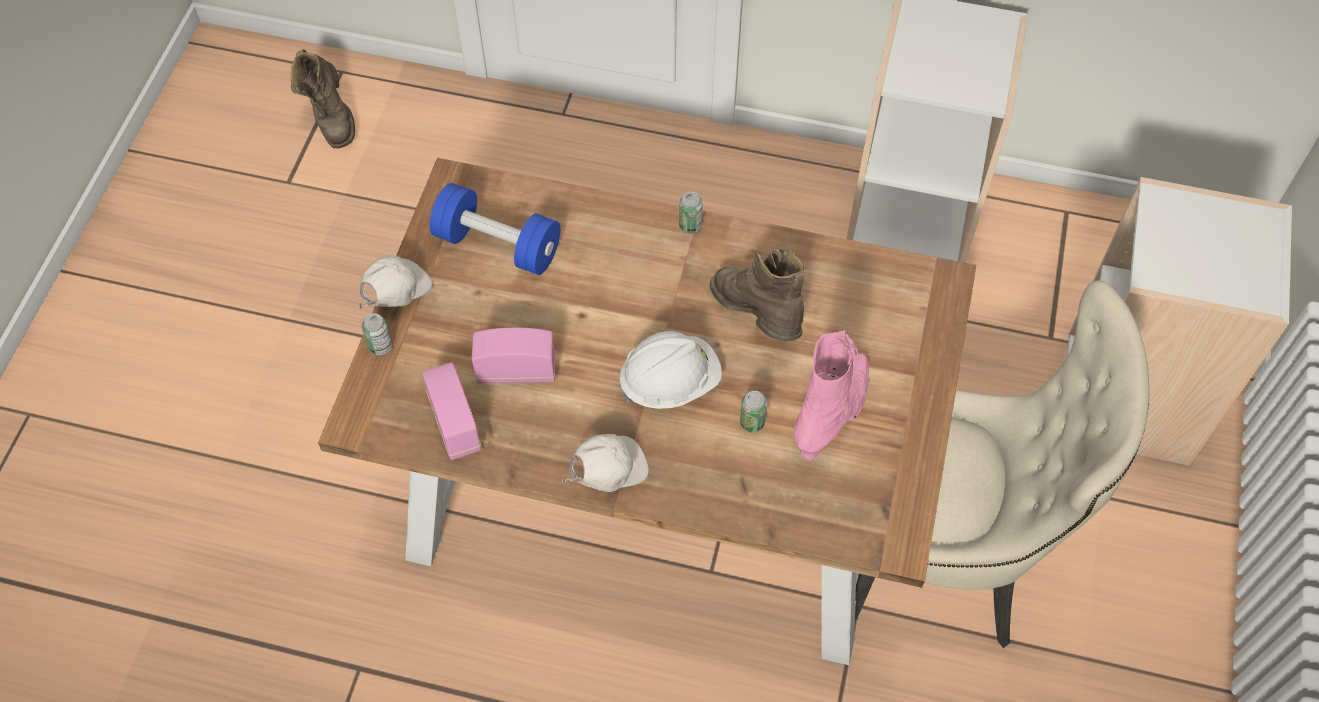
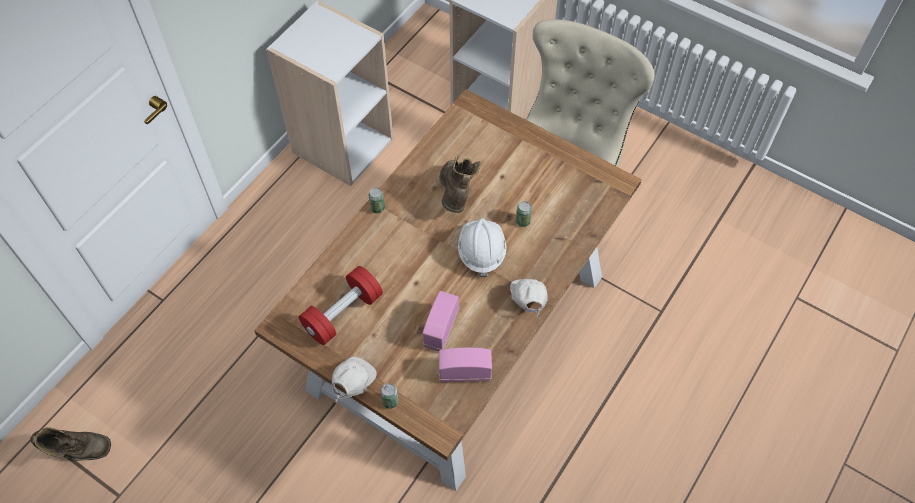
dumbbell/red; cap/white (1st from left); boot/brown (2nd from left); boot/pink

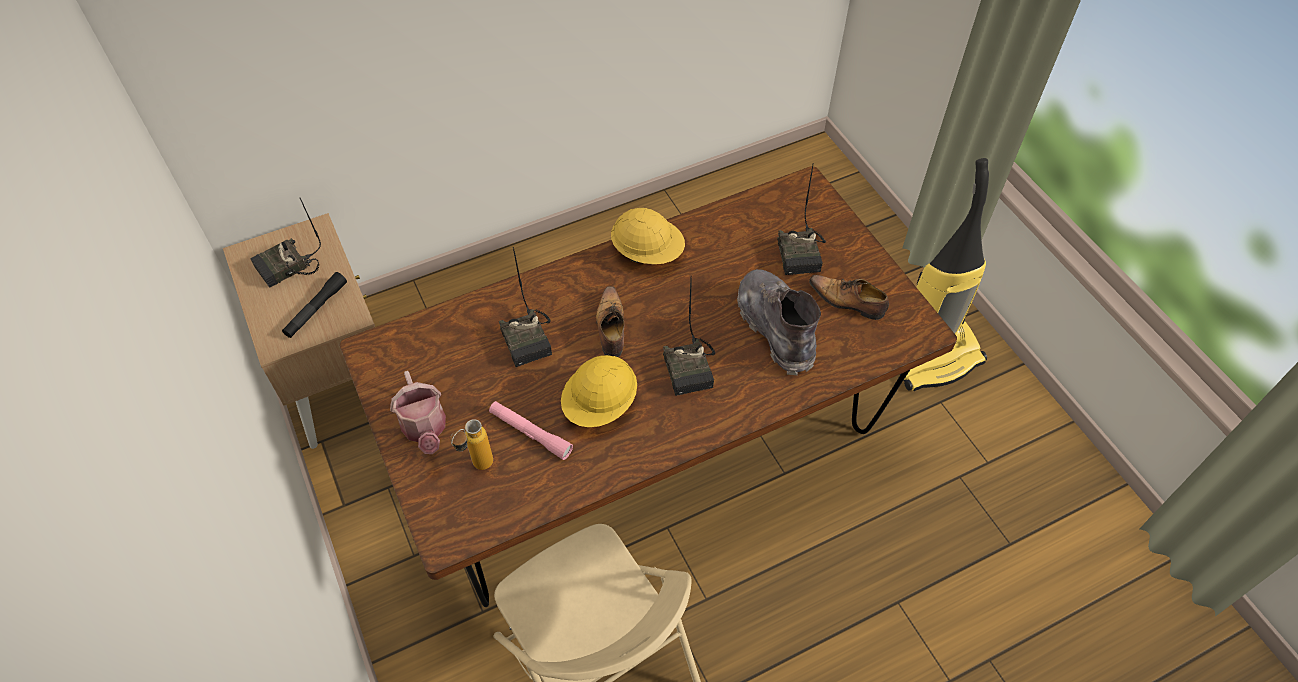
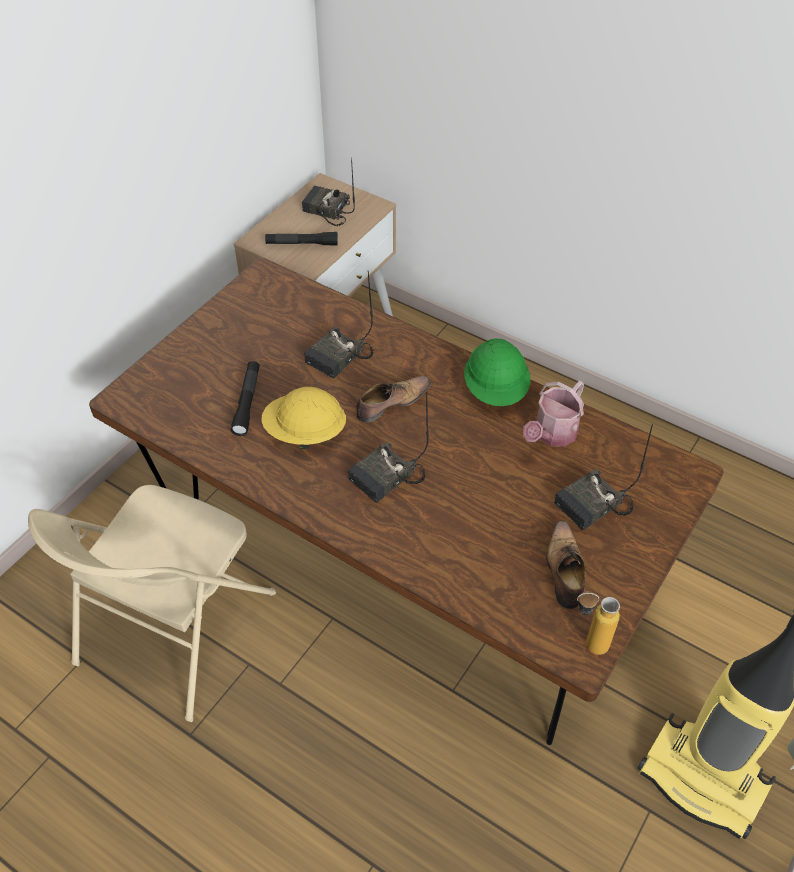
flashlight/black (1st from left); hard hat/green; watering can; bottle; boot/grey

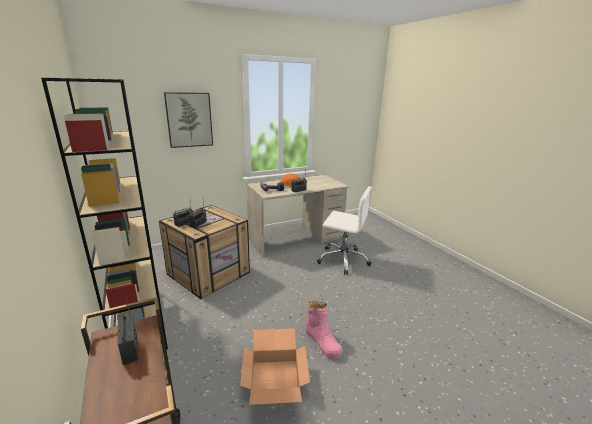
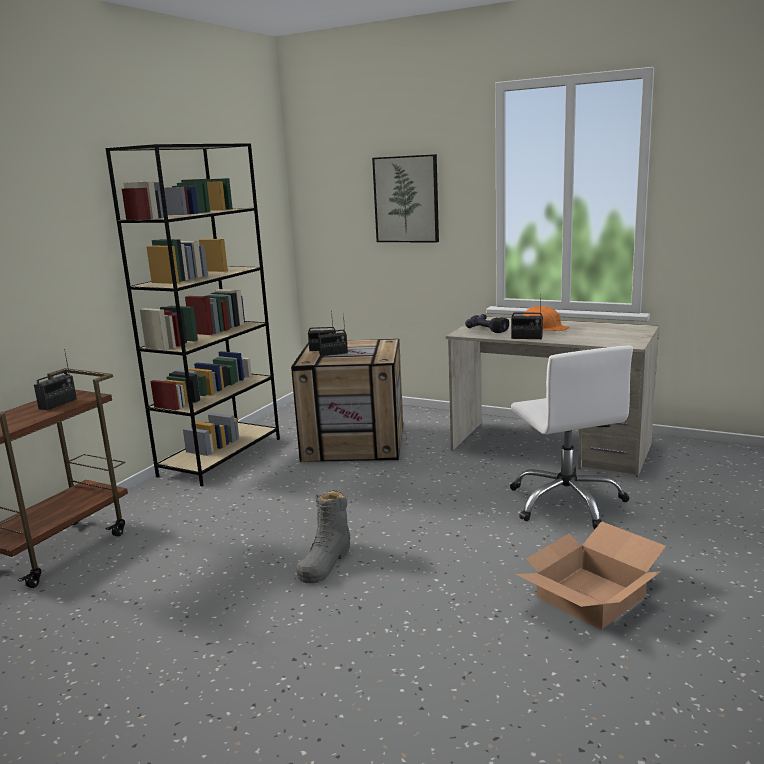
boot/grey; cardboard box

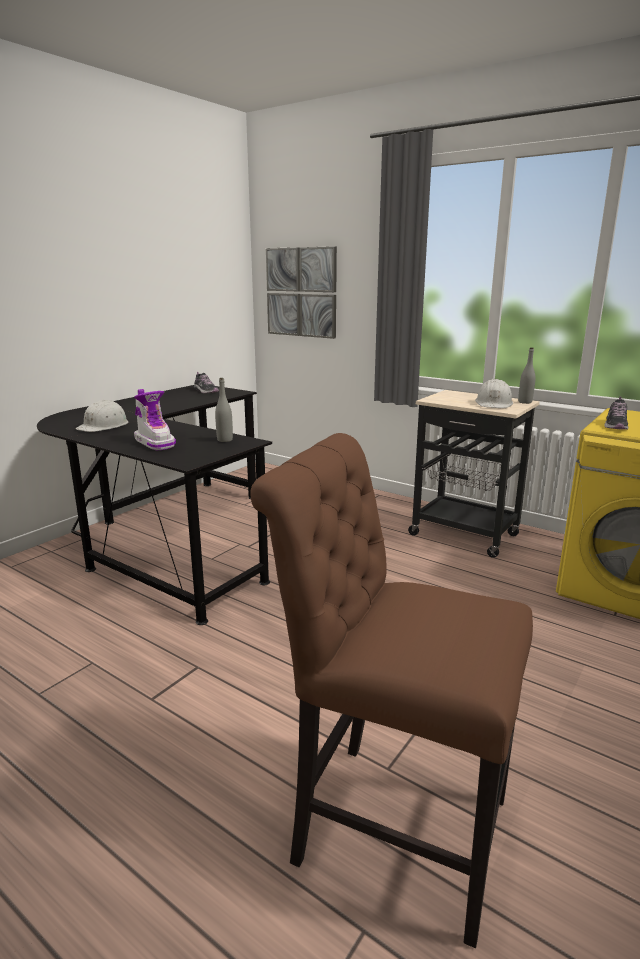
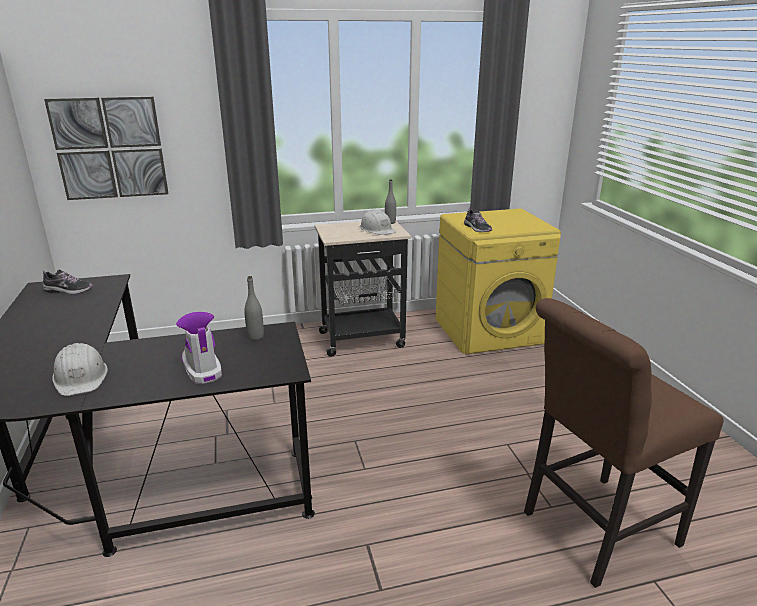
boot

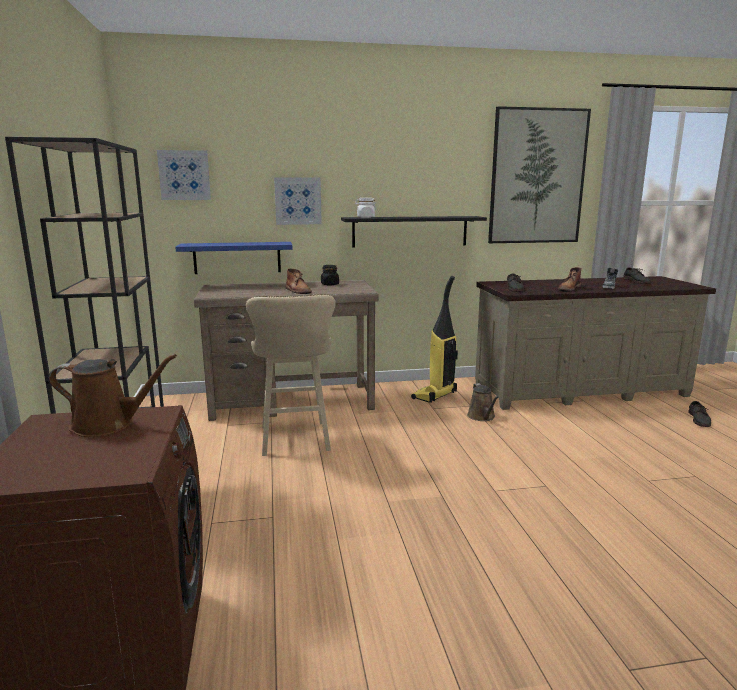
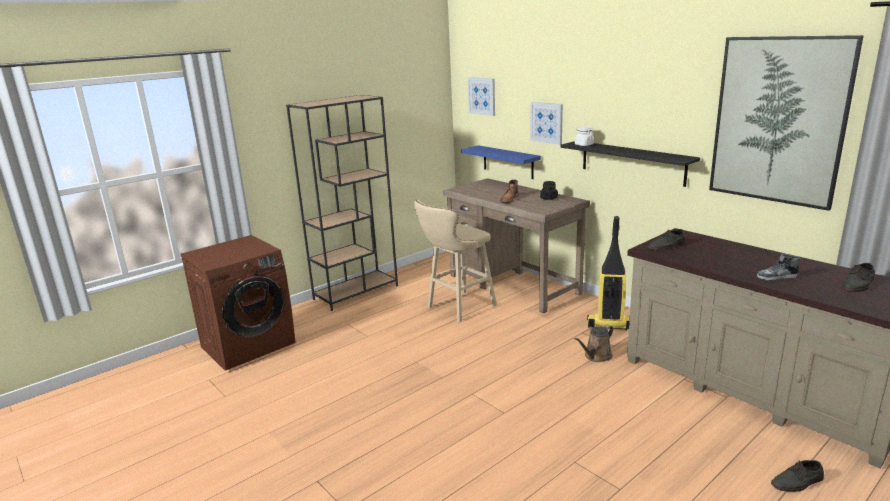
watering can/brown (1st from left in the first image); boot/brown (2nd from left in the first image)

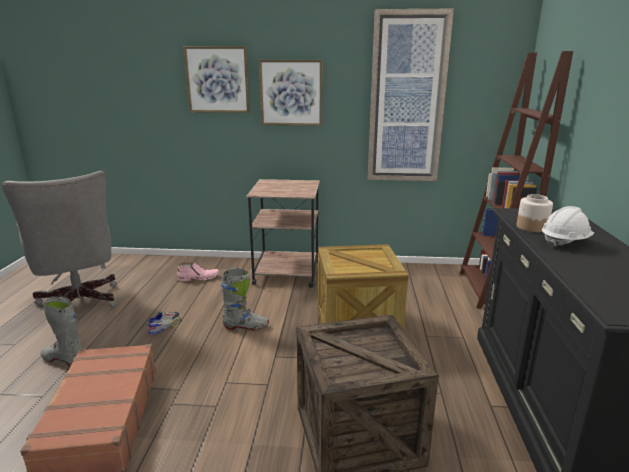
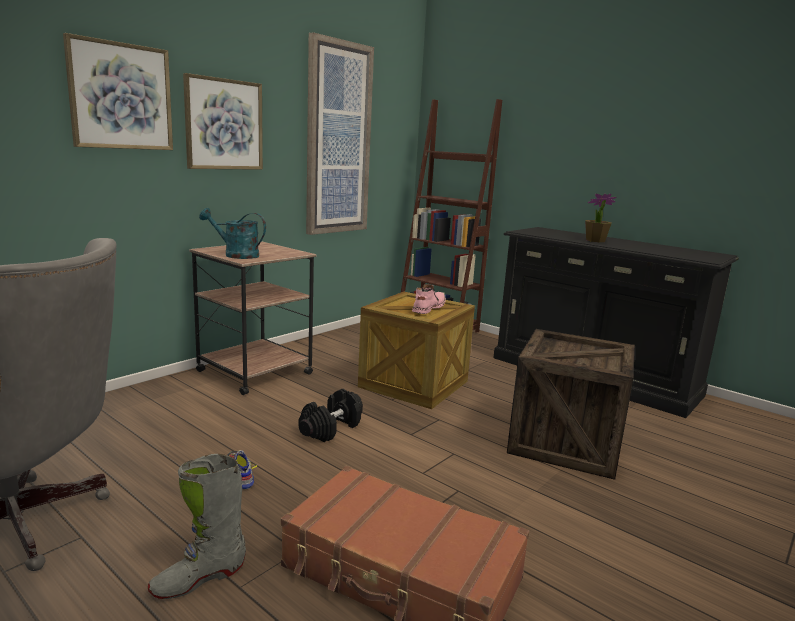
watering can/turquoise; dumbbell/black; boot/pink; potted plant; jar

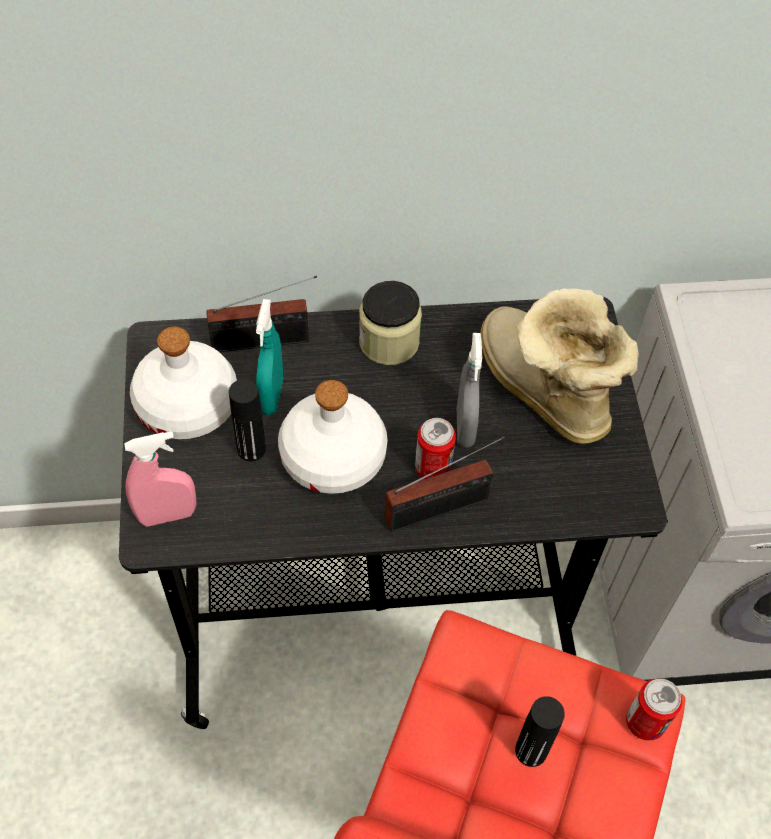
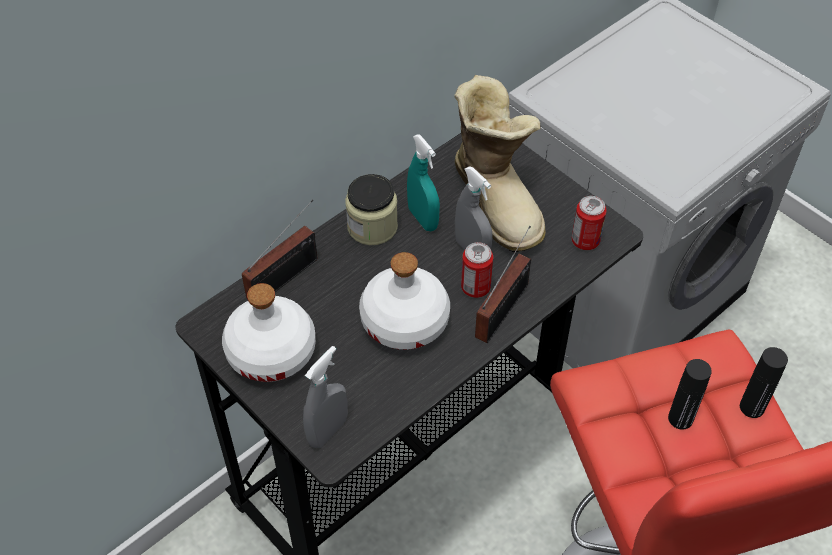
spray bottle/grey (1st from left); spray bottle/turquoise; boot; can (2nd from left); bottle/black (2nd from left)

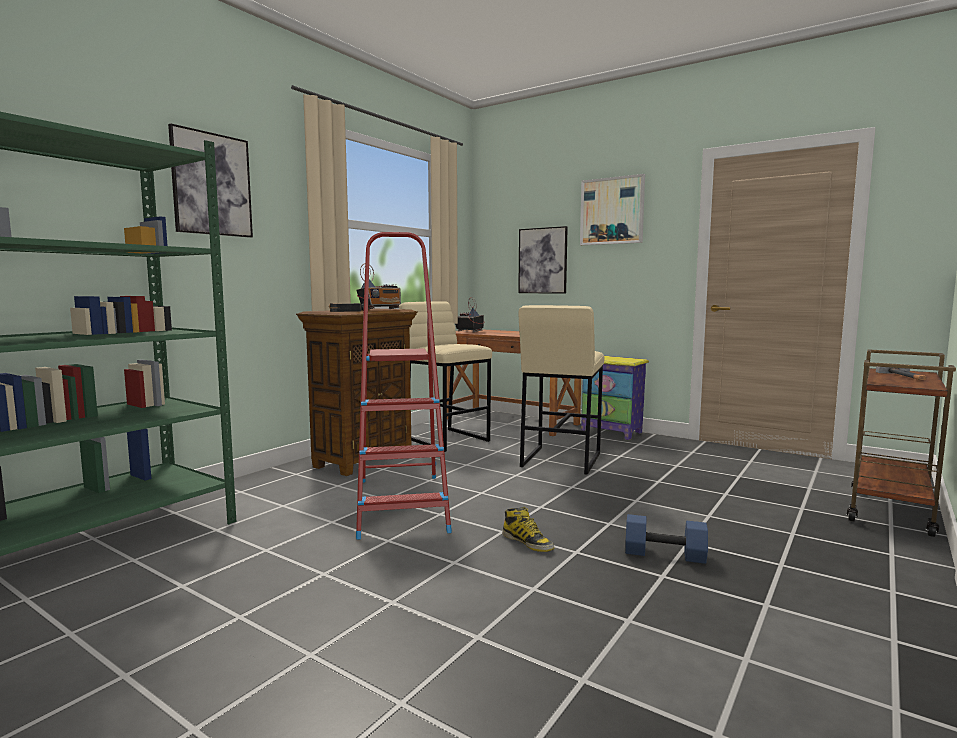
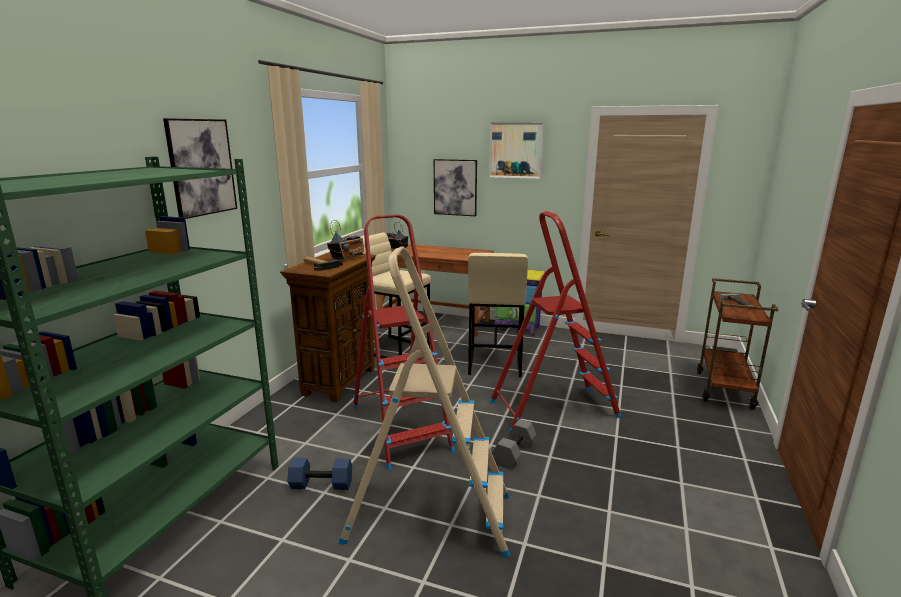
dumbbell/blue; step ladder/beige; step ladder/red (2nd from left); dumbbell/grey

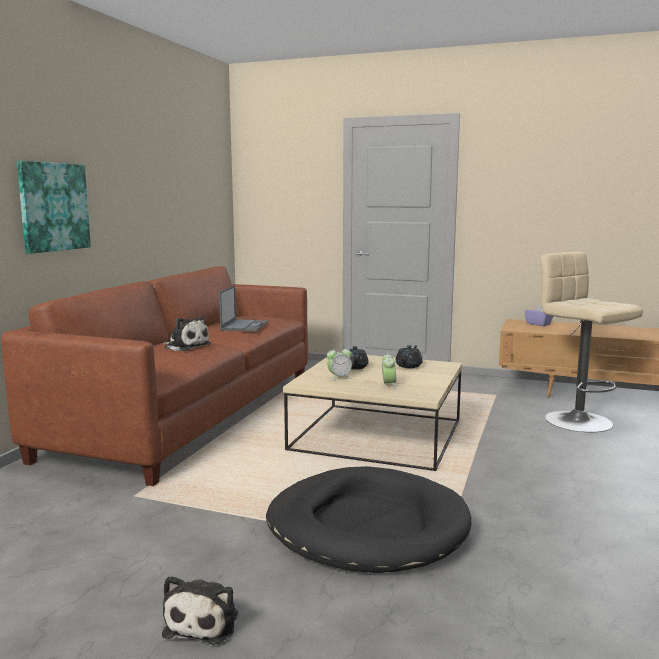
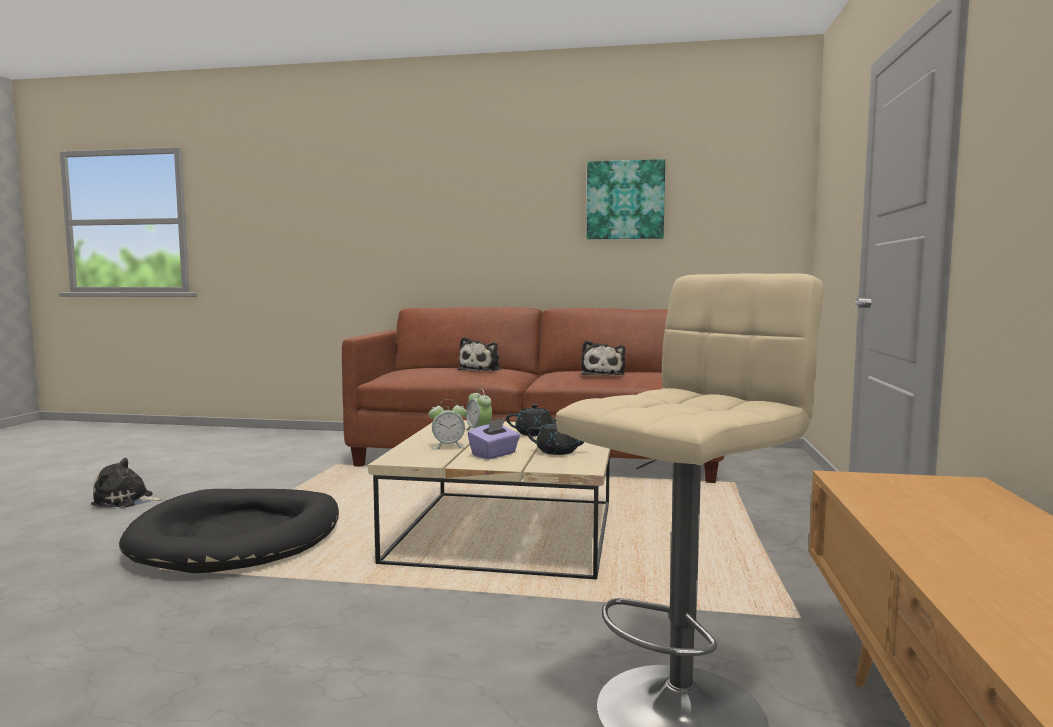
tissue box/purple; plush toy (3rd from left); picture

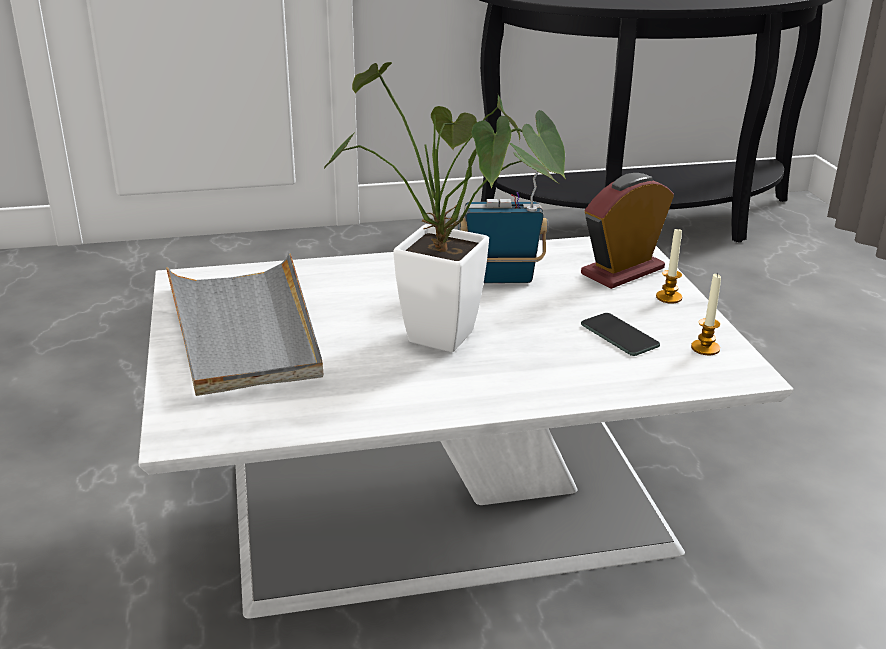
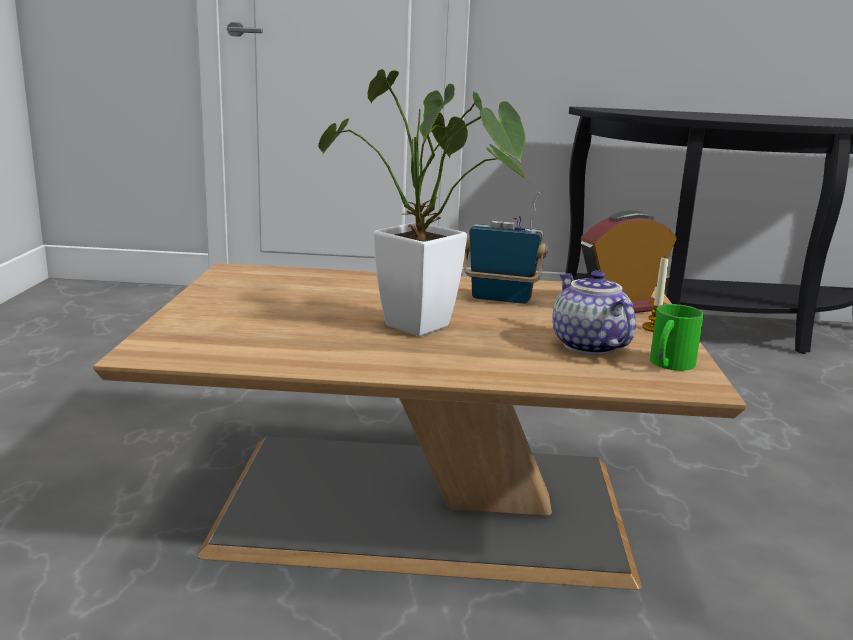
coffee table/brown; teapot; mug/green; tray/grey

